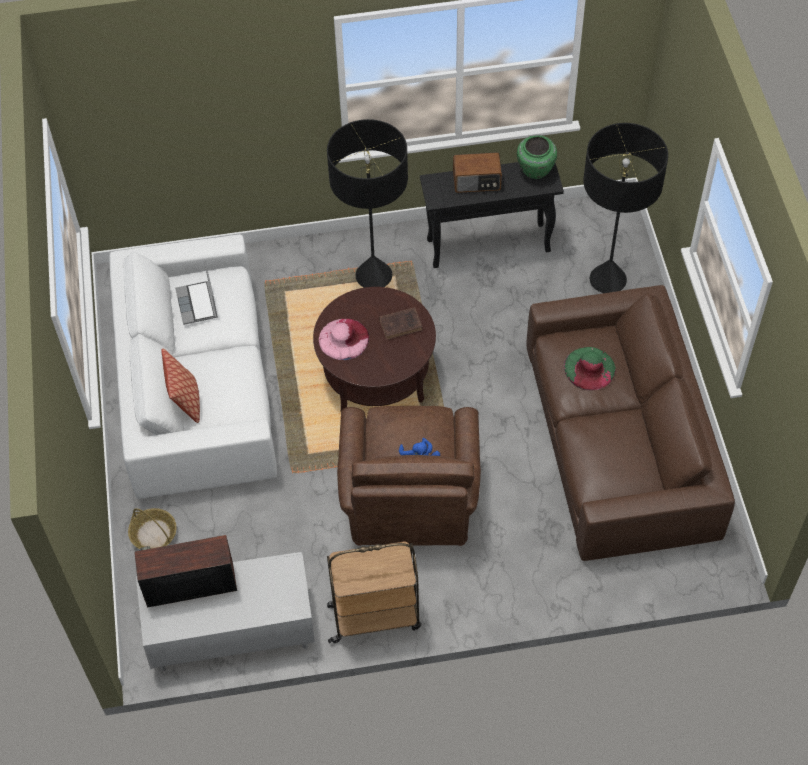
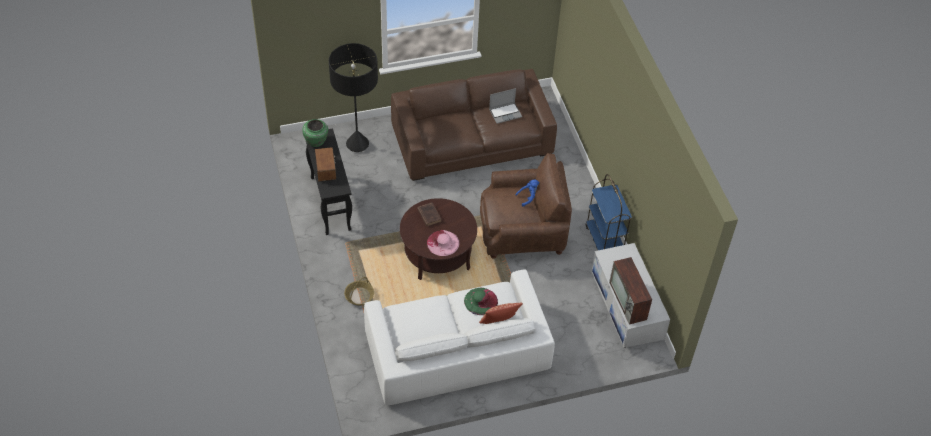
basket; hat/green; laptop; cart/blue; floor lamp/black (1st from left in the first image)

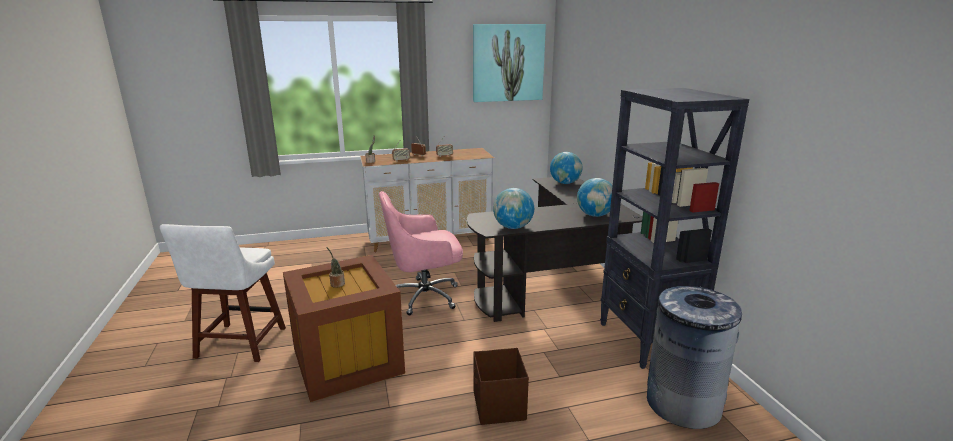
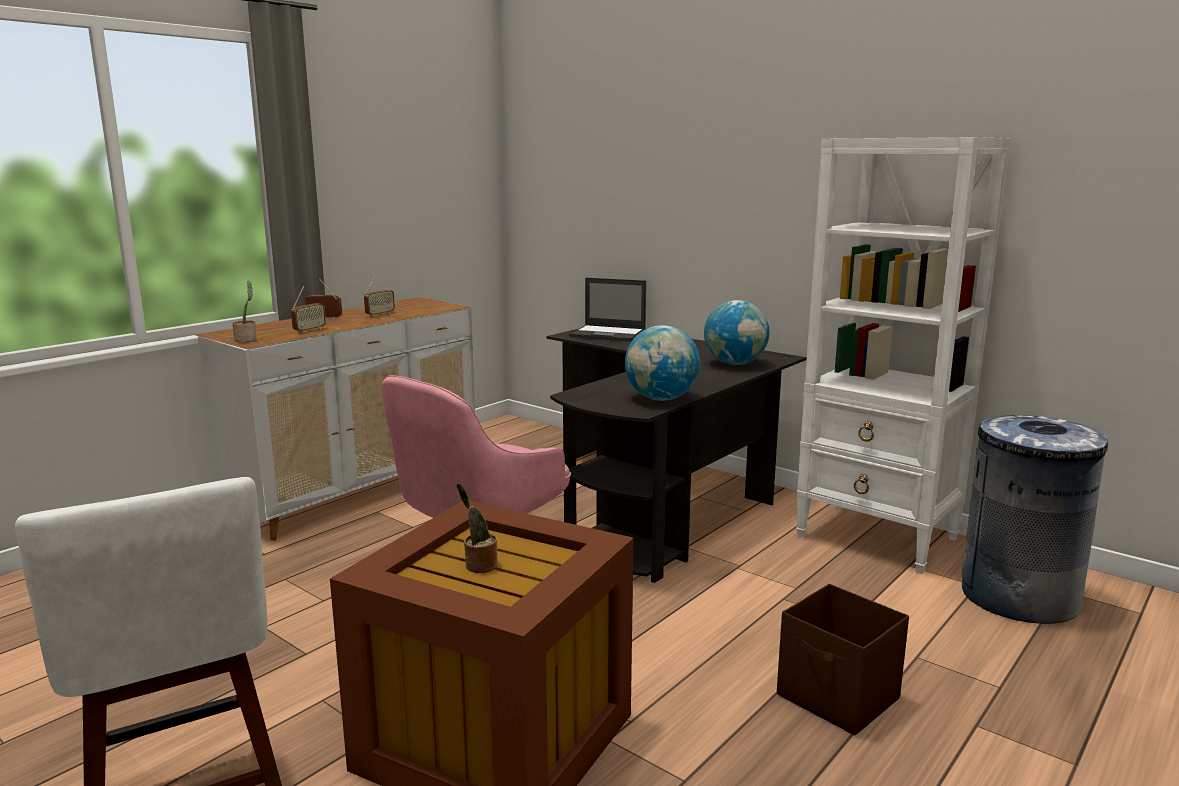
laptop; bookcase/white; picture

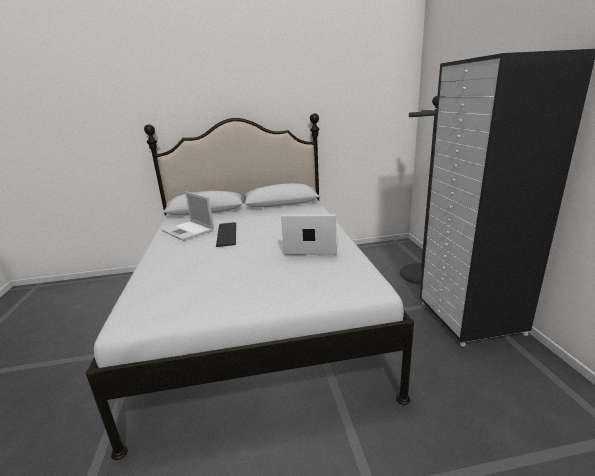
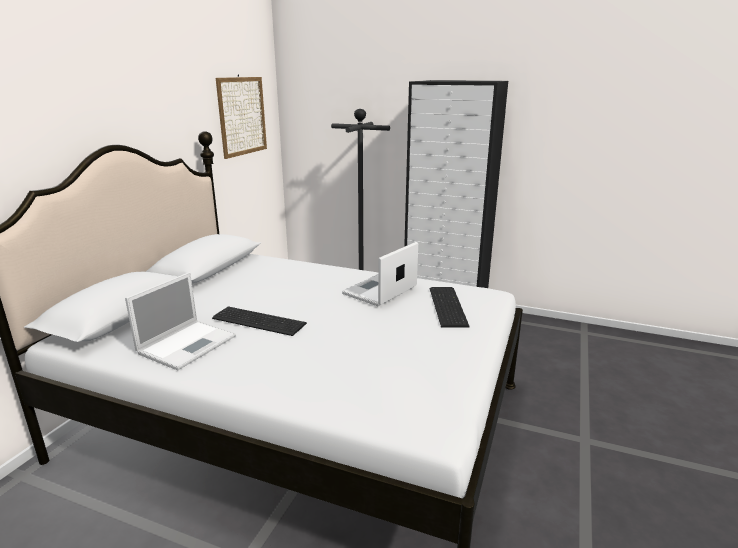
laptop (1st from left); picture; keyboard (2nd from left)

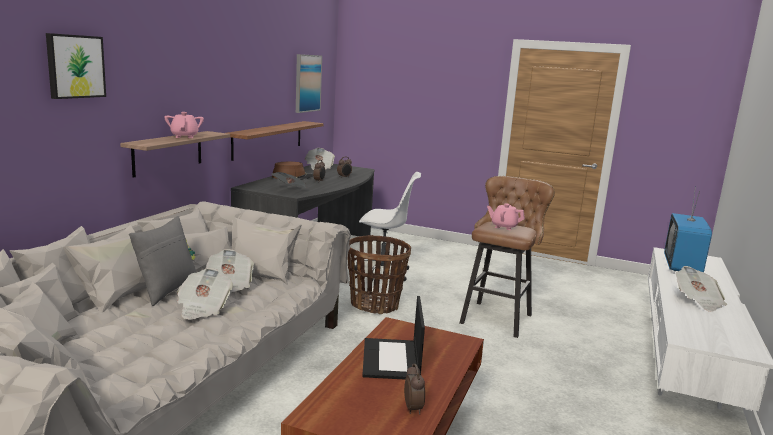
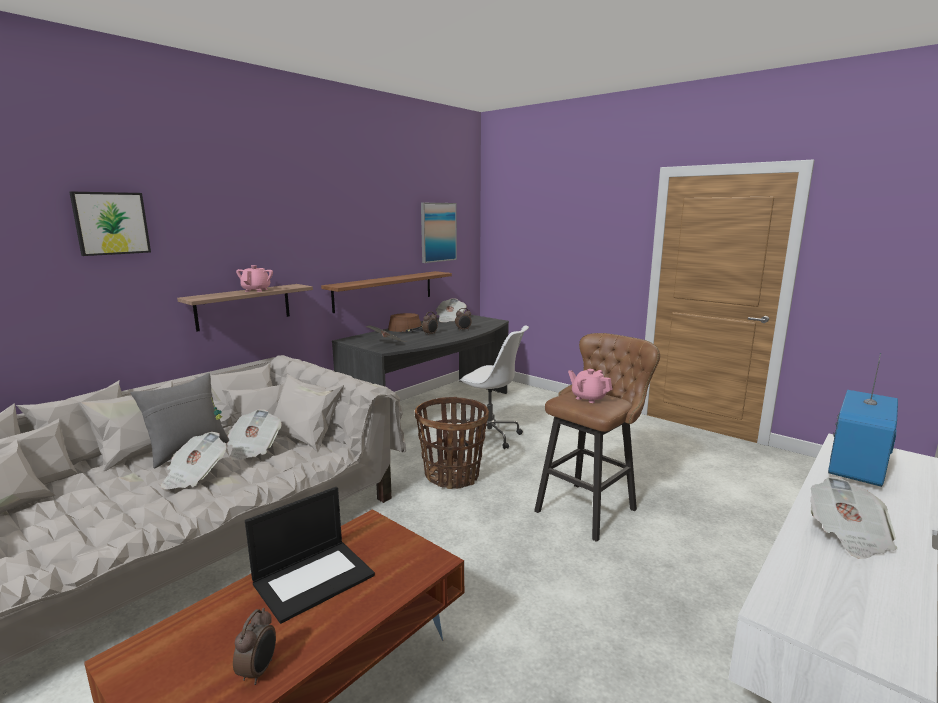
laptop

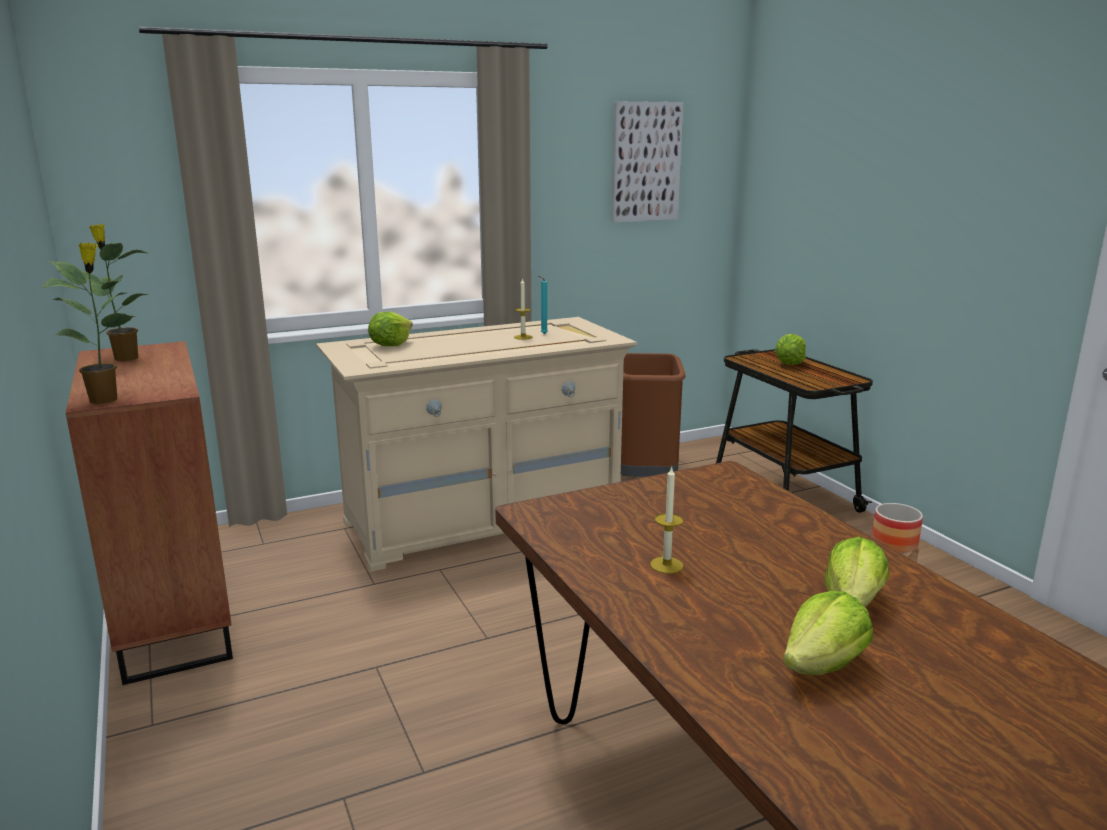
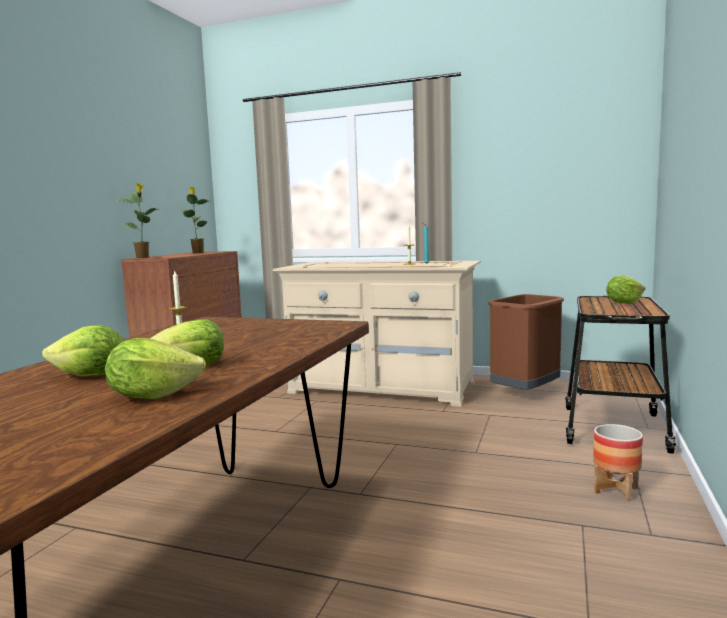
lettuce (2nd from left); picture

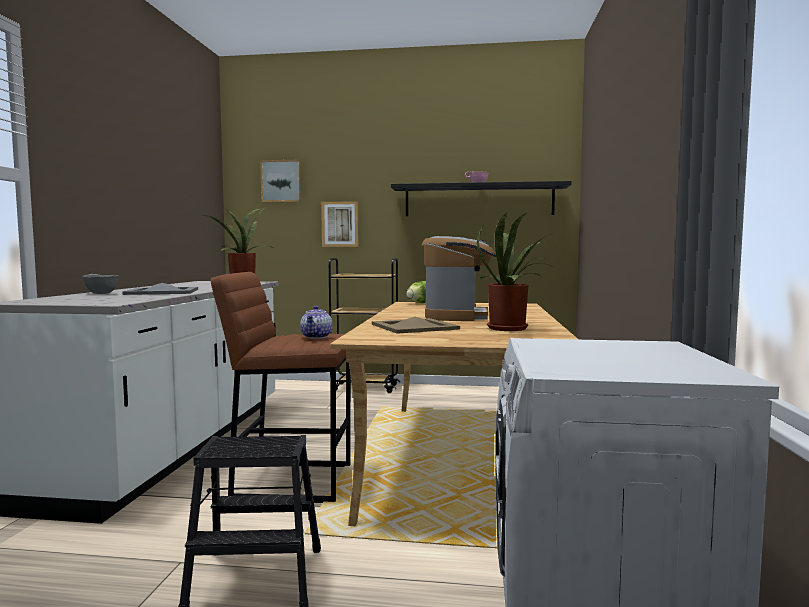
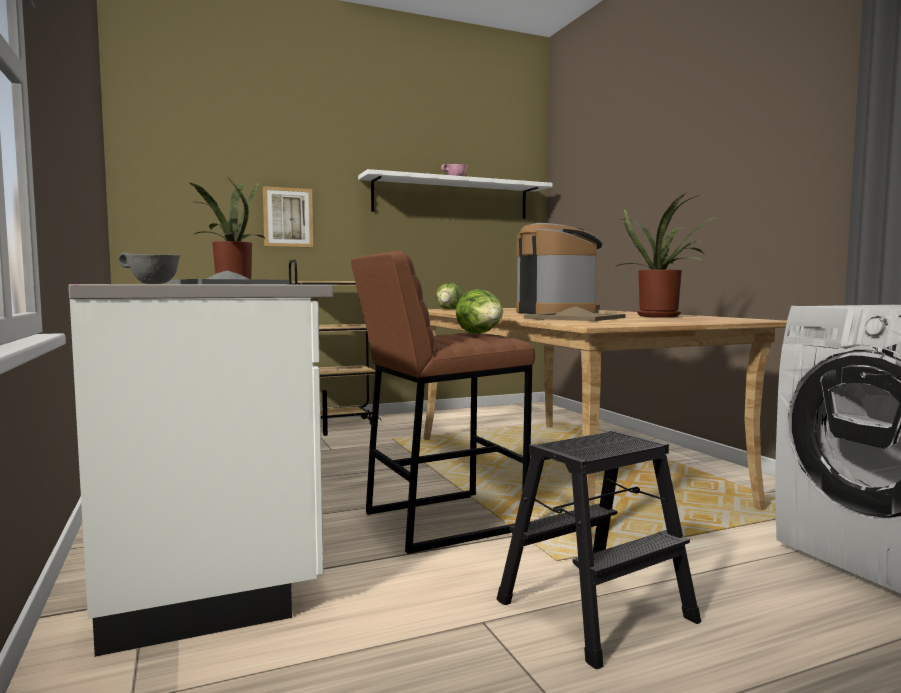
shelf/white; lettuce (2nd from left); picture (1st from left in the first image)

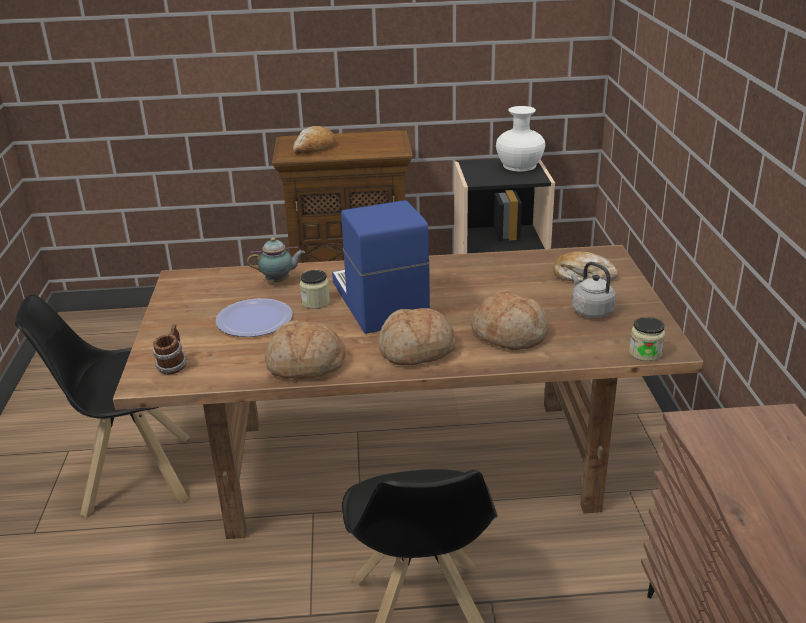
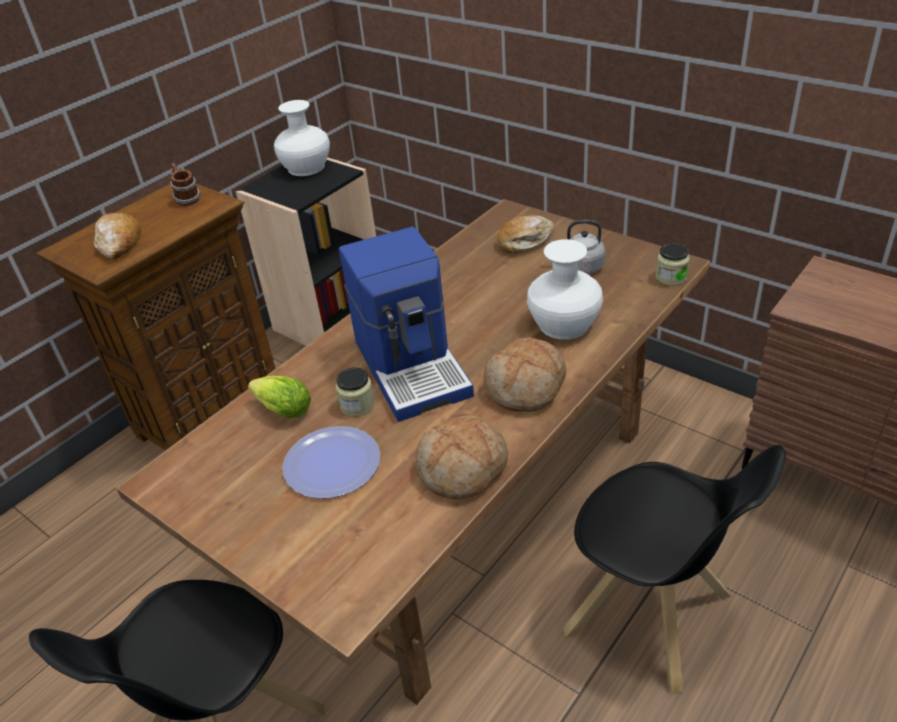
mug; lettuce; coffee machine; vase/white (2nd from left)

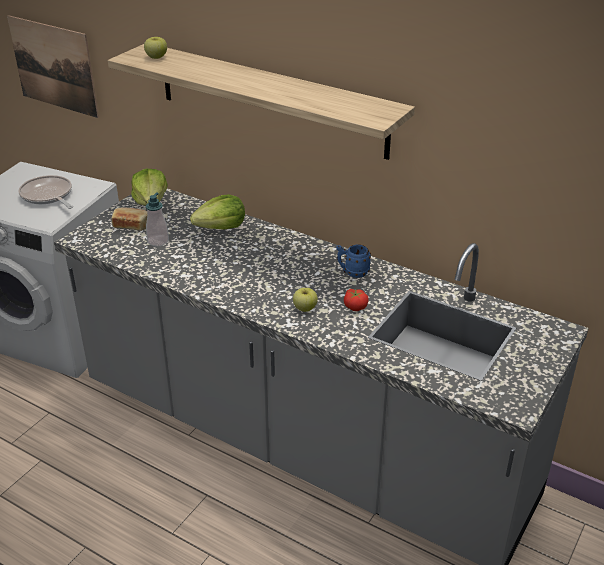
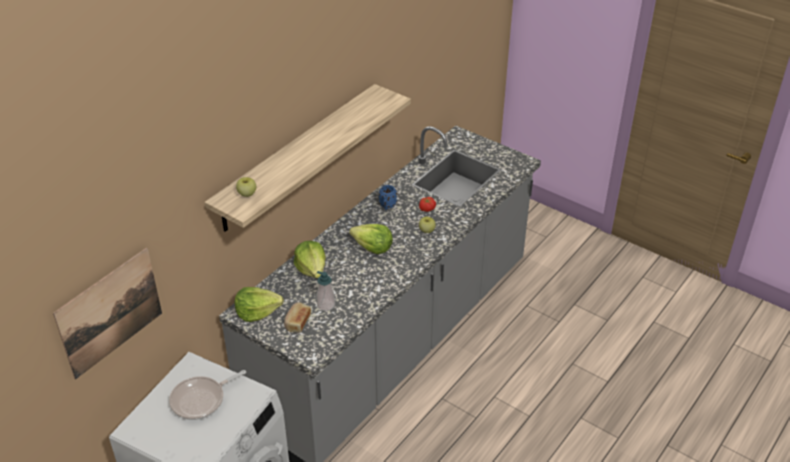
lettuce (3rd from left)

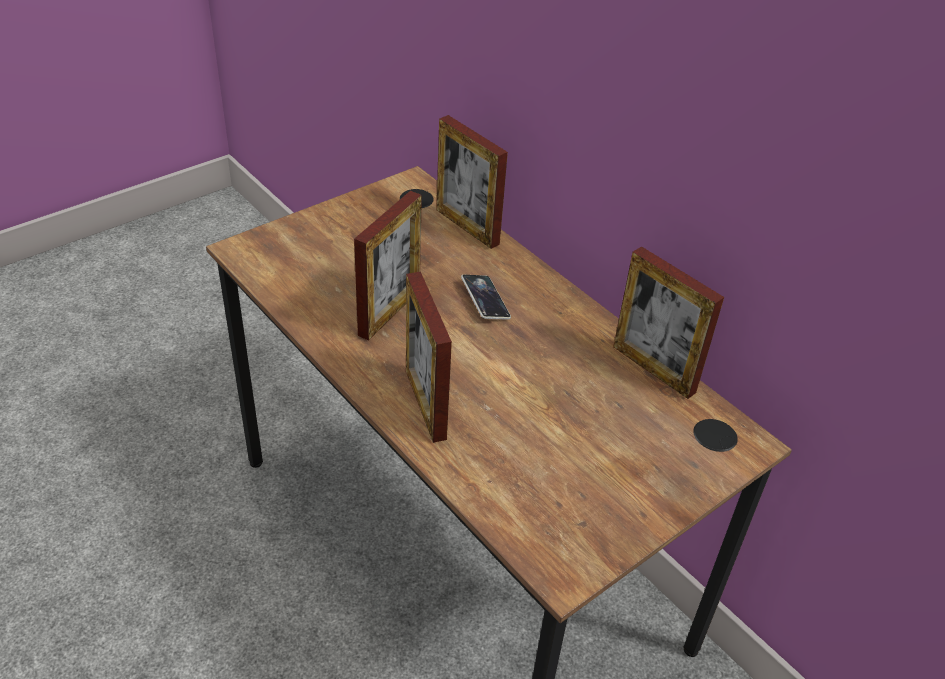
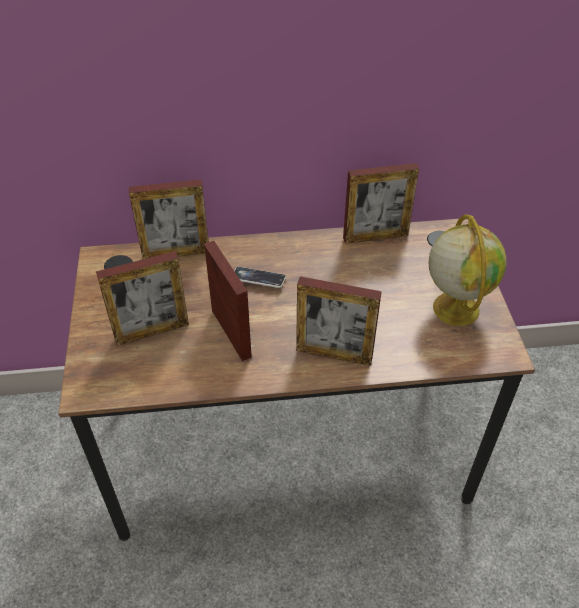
picture frame (1st from left); globe

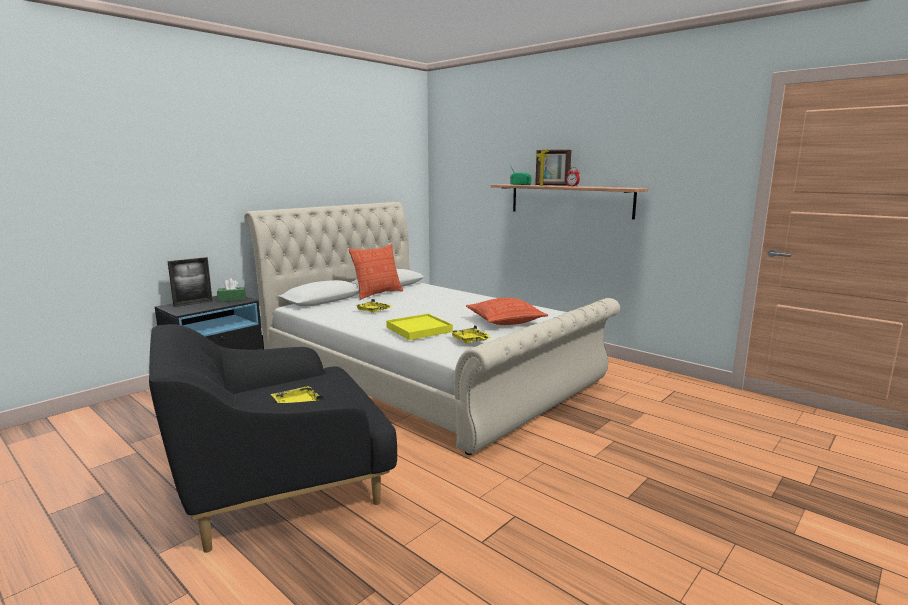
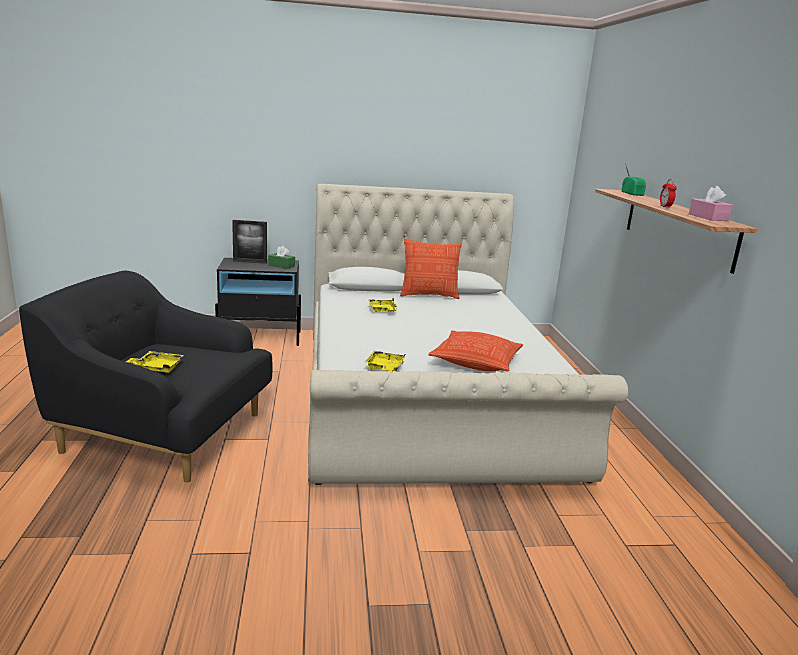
tissue box/pink; tray/yellow (3rd from left in the first image); picture frame (2nd from left in the first image)

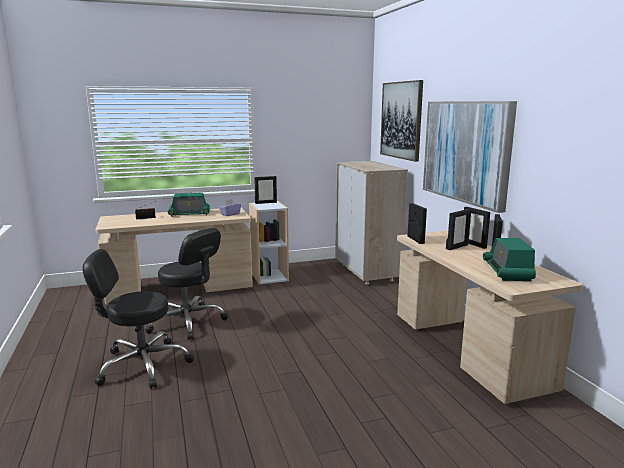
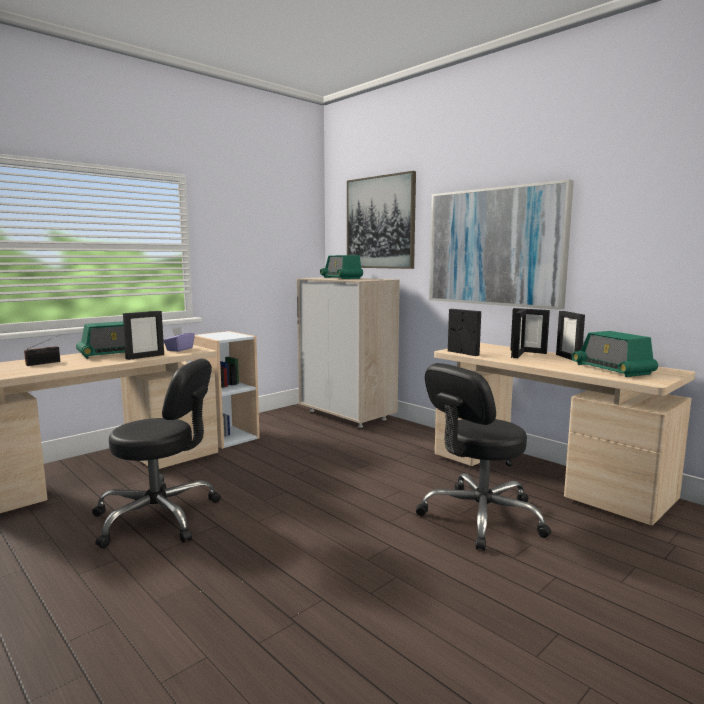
picture frame (1st from left); radio (3rd from left); office chair/black (2nd from left)

